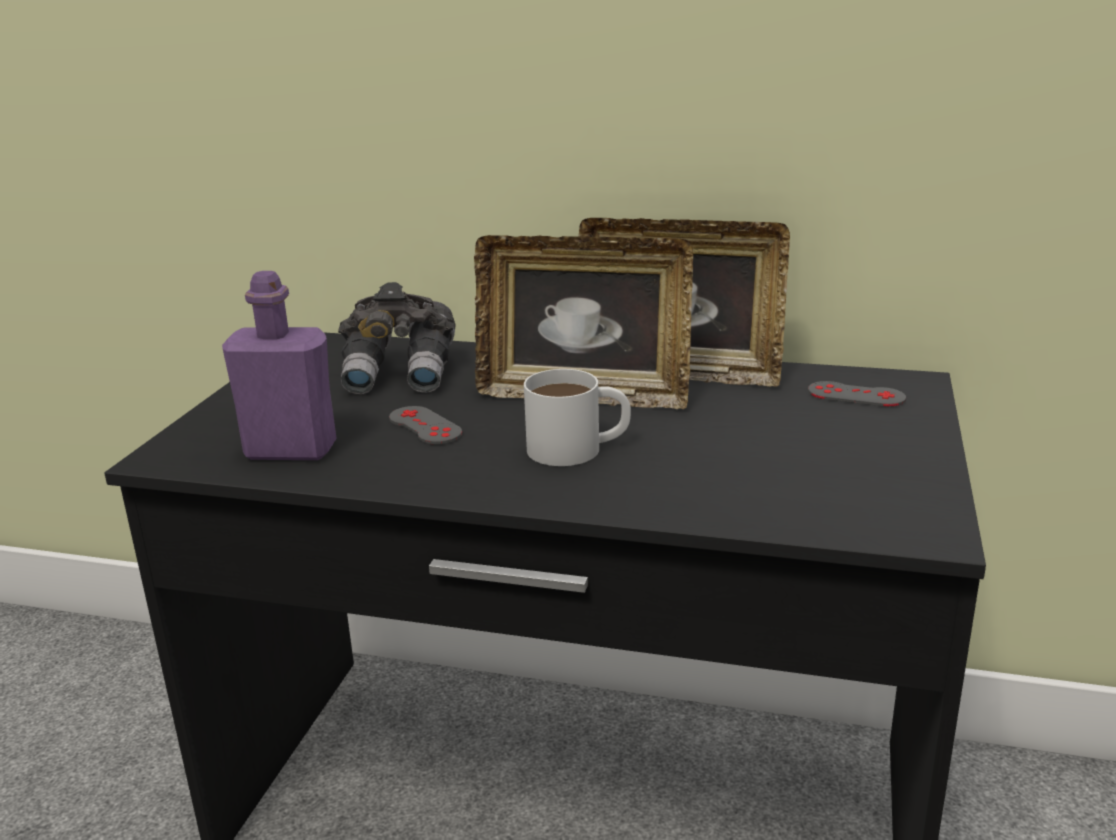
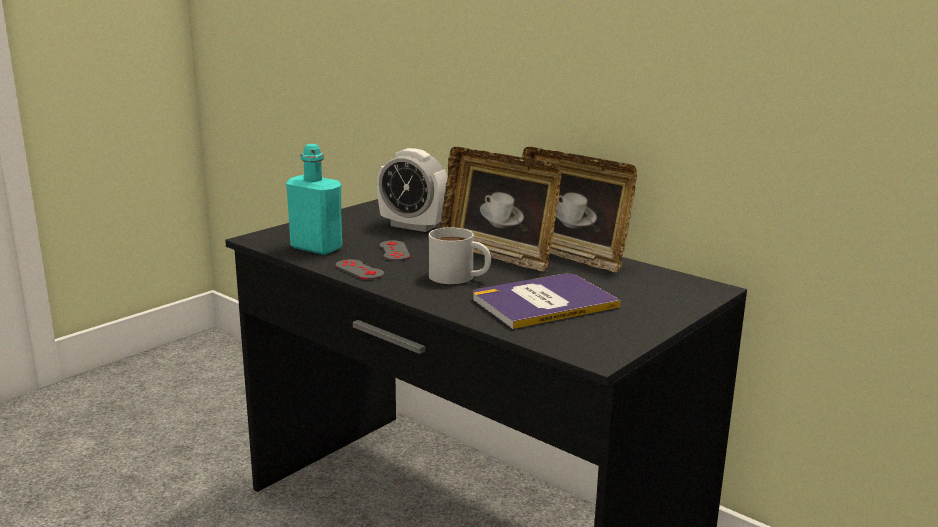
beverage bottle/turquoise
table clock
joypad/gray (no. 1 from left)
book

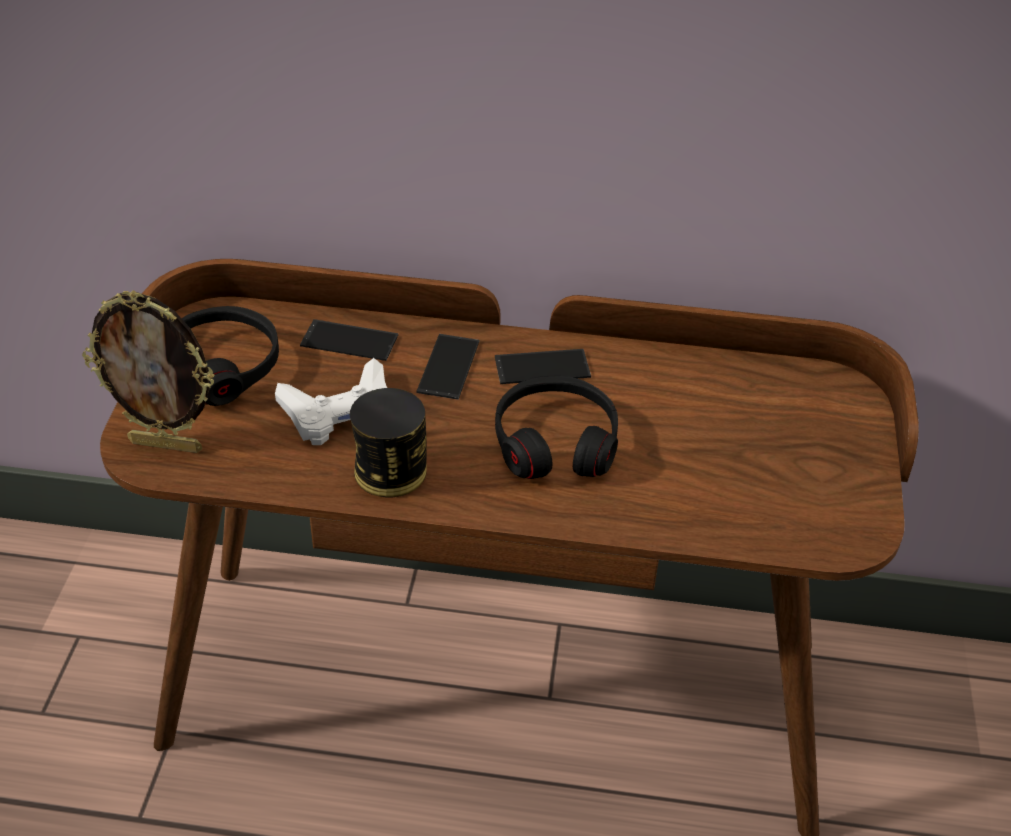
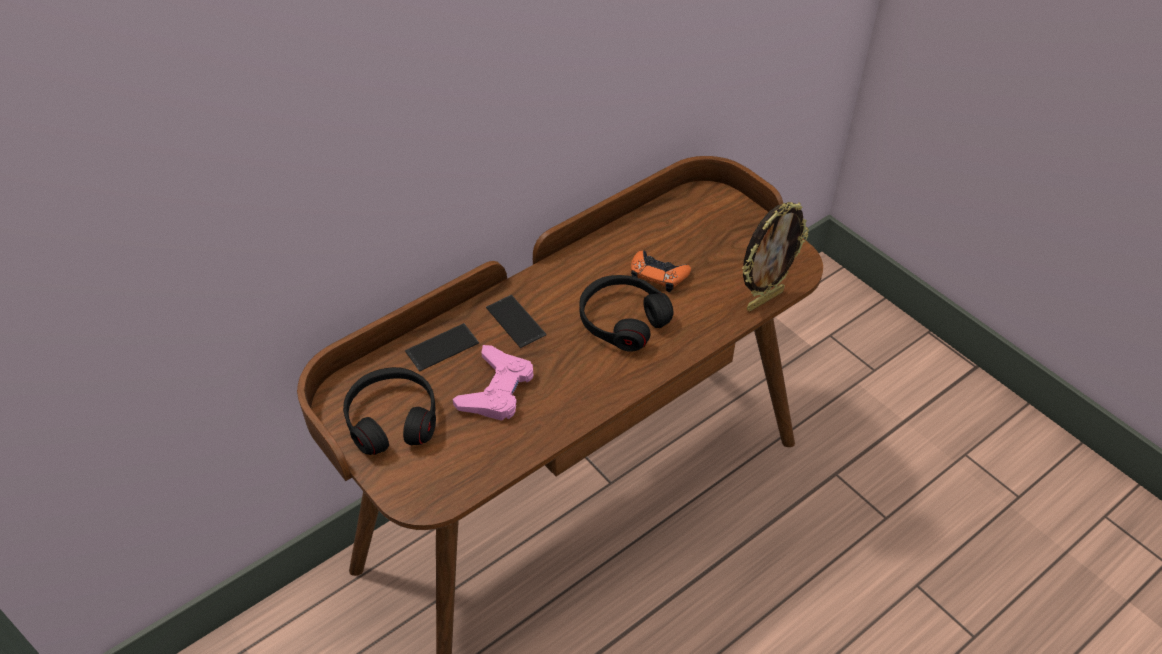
photo frame
joypad/pinkish
sealed can
handset (no. 3 from left in the first image)
joypad/orange

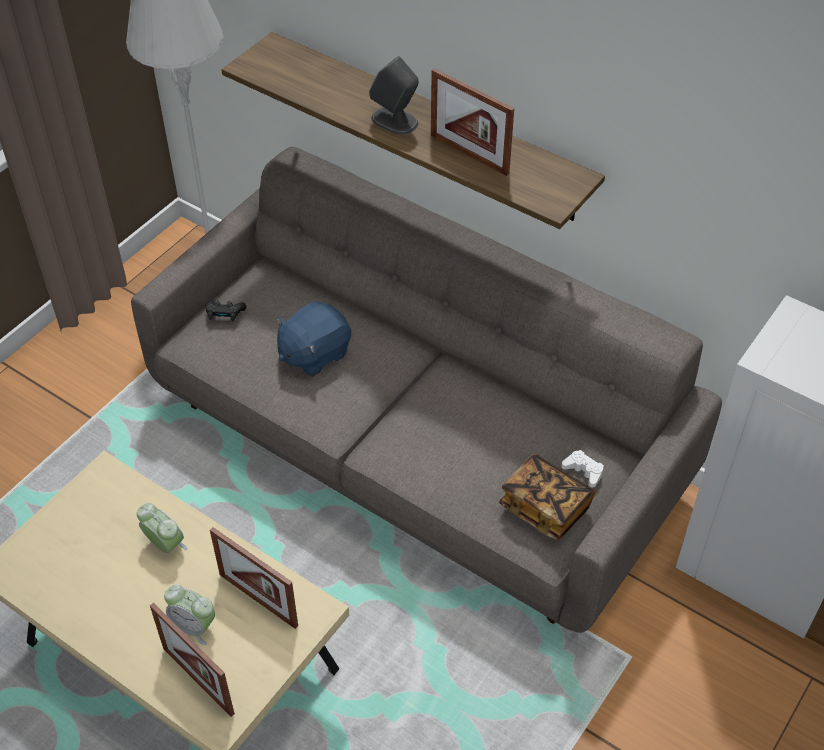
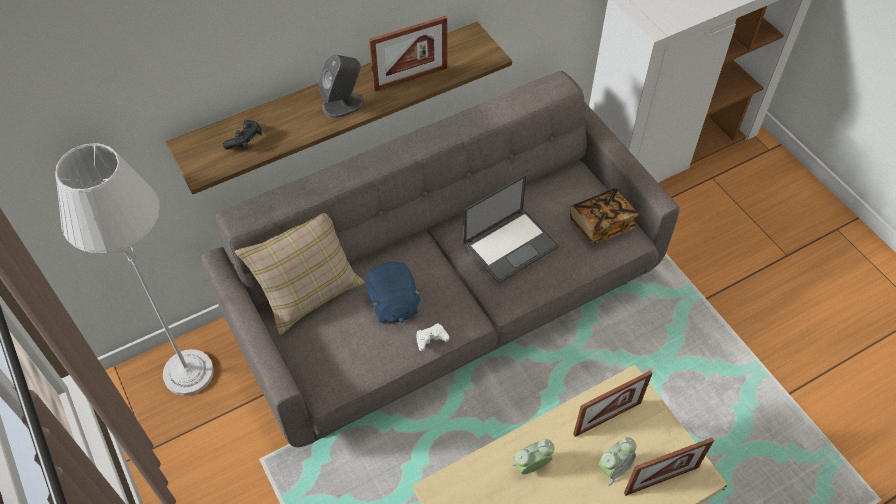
joypad/black-coloured
joypad/whitish
cushion/sand-coloured
portable computer

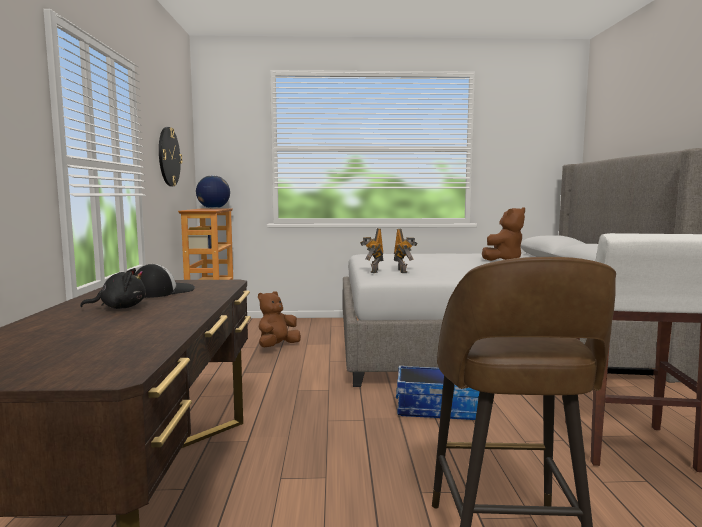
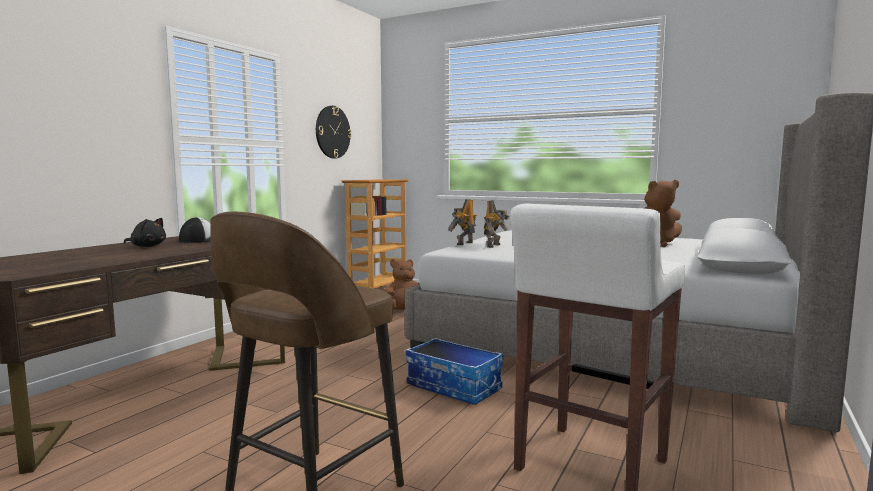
globe

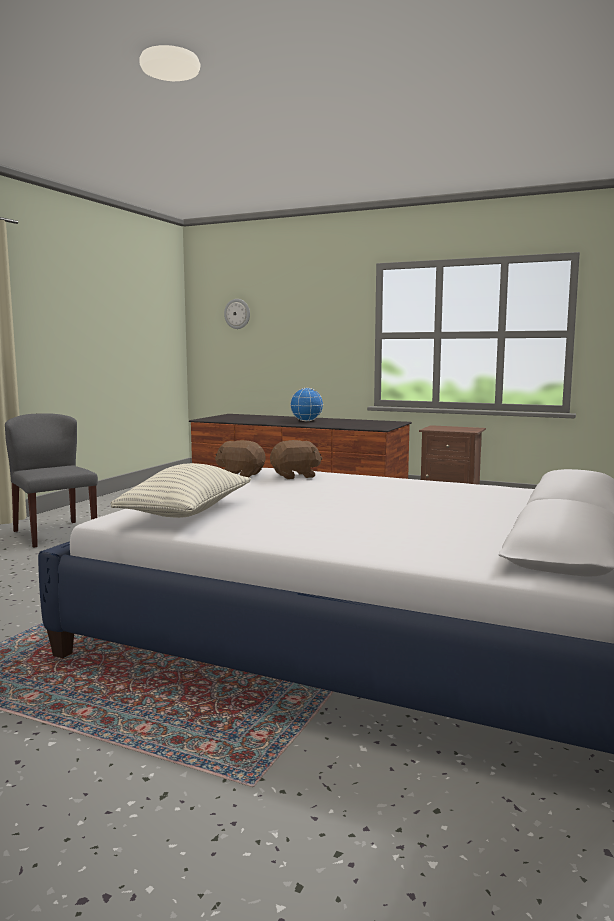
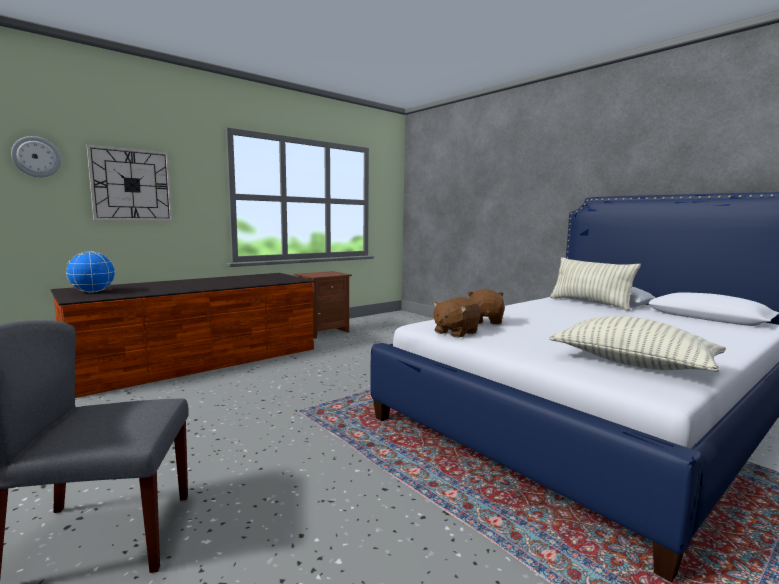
globe
wall clock (no. 2 from left)
cushion (no. 1 from left)

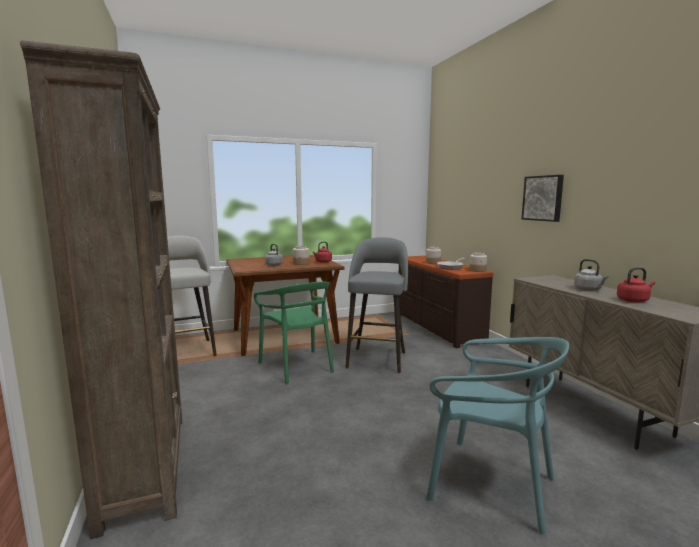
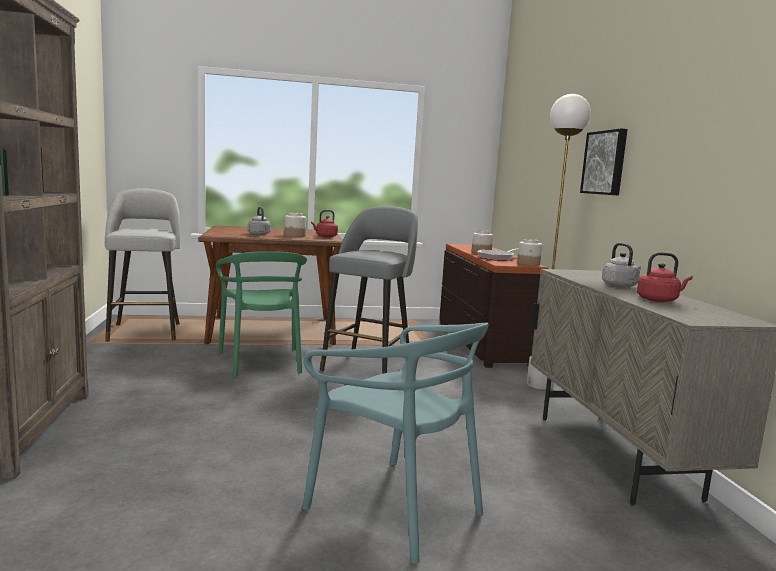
standing lamp/whitish

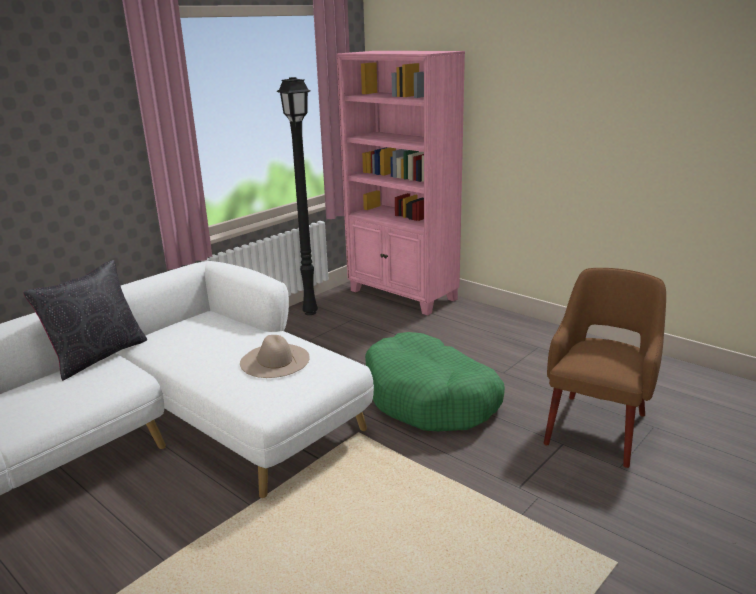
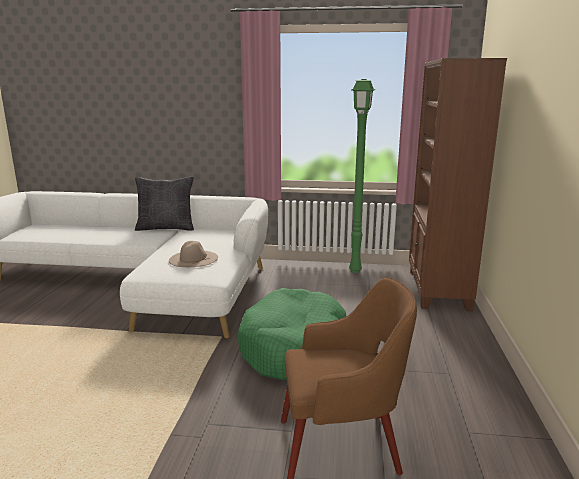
standing lamp/green
shelving unit/brown

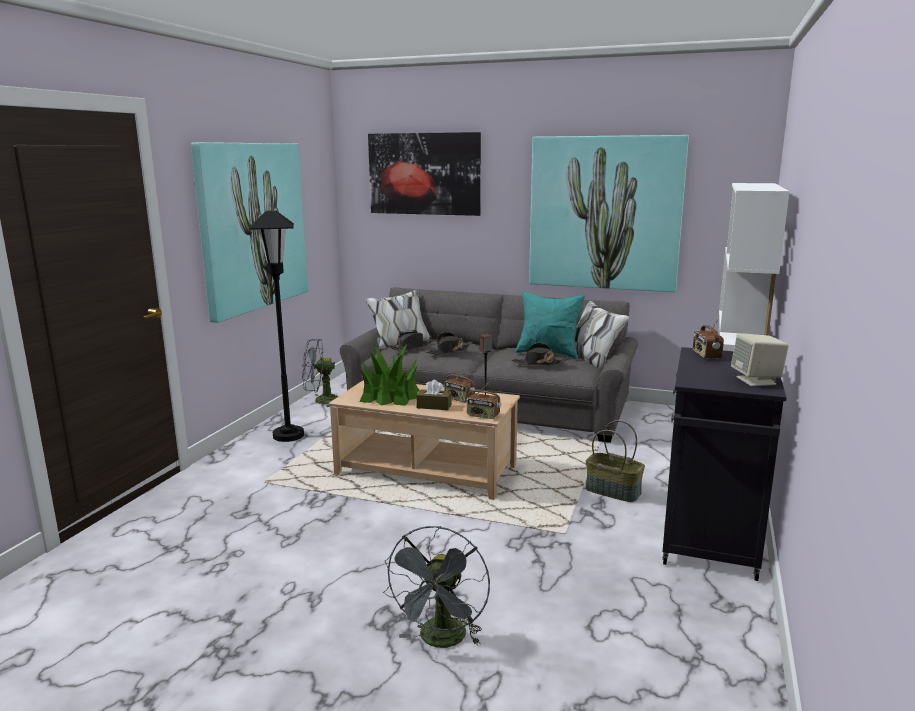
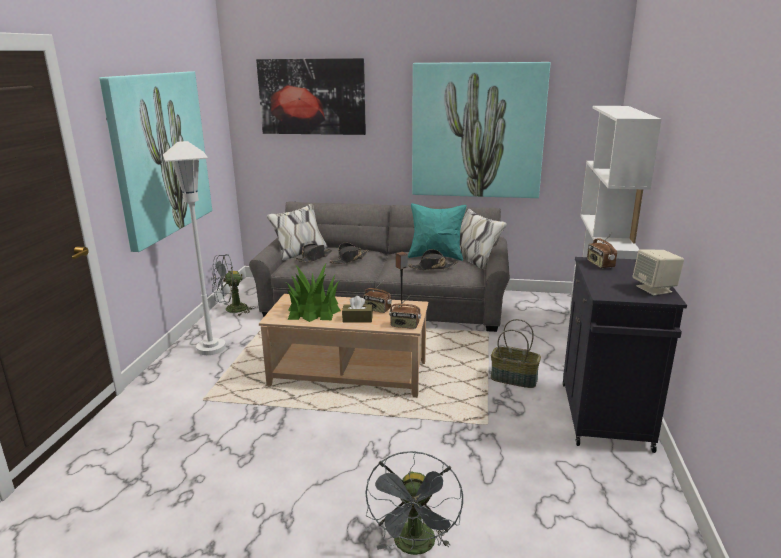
standing lamp/whitish

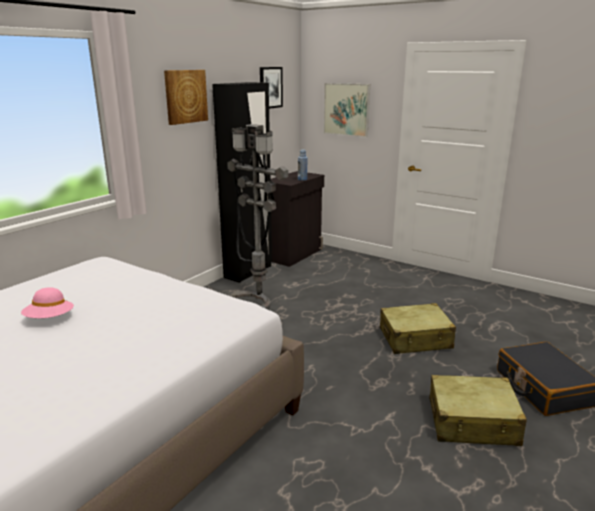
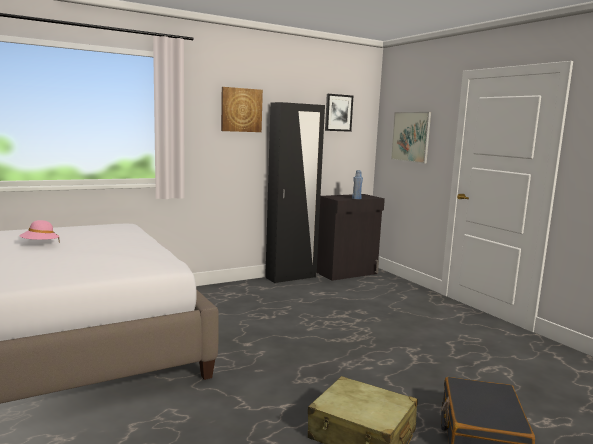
standing lamp/gray
travel case/sand-coloured (no. 1 from left in the first image)

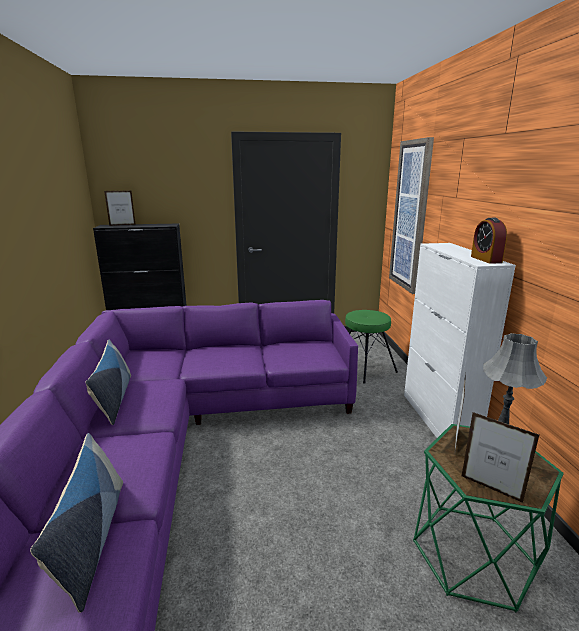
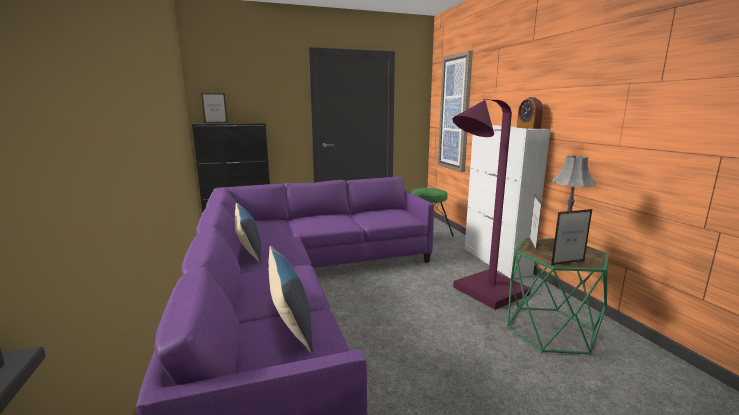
photo frame (no. 3 from left)
standing lamp/purplish

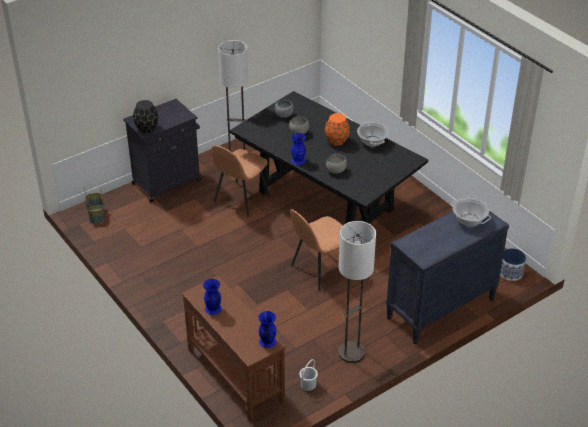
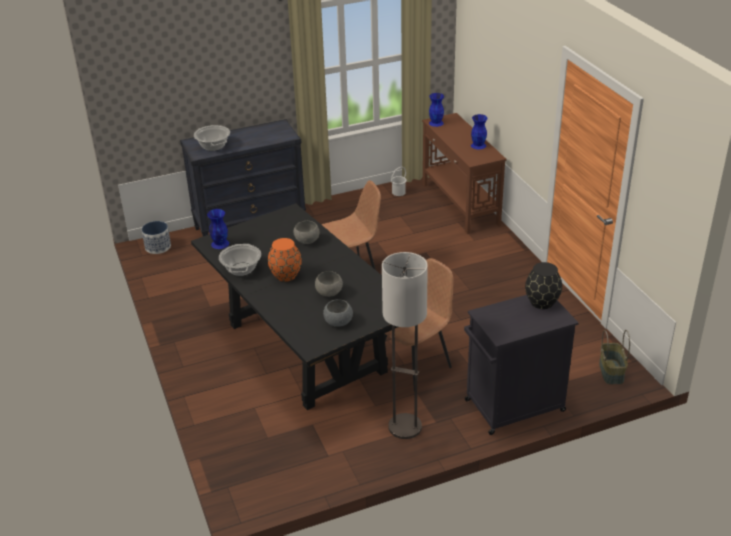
decorative vase/blue (no. 1 from left)
standing lamp (no. 2 from left in the first image)

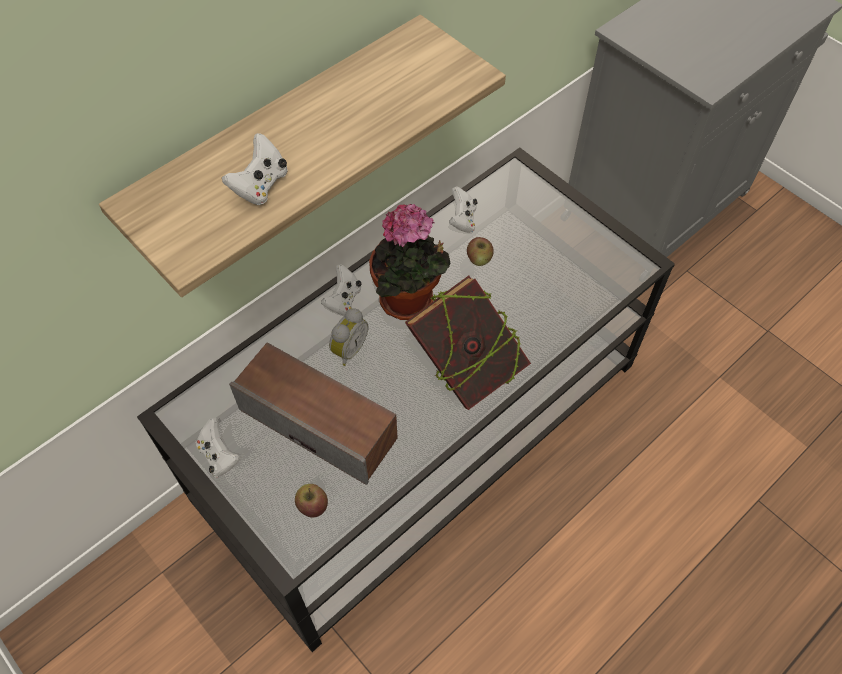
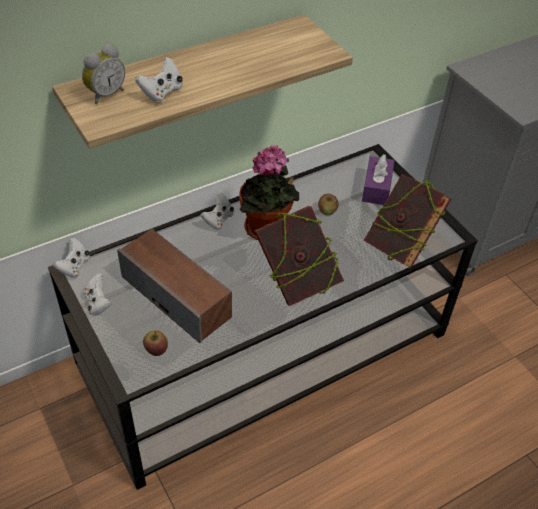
table clock
joypad/whitish (no. 1 from left)
box of tissues/purplish
book (no. 2 from left)

